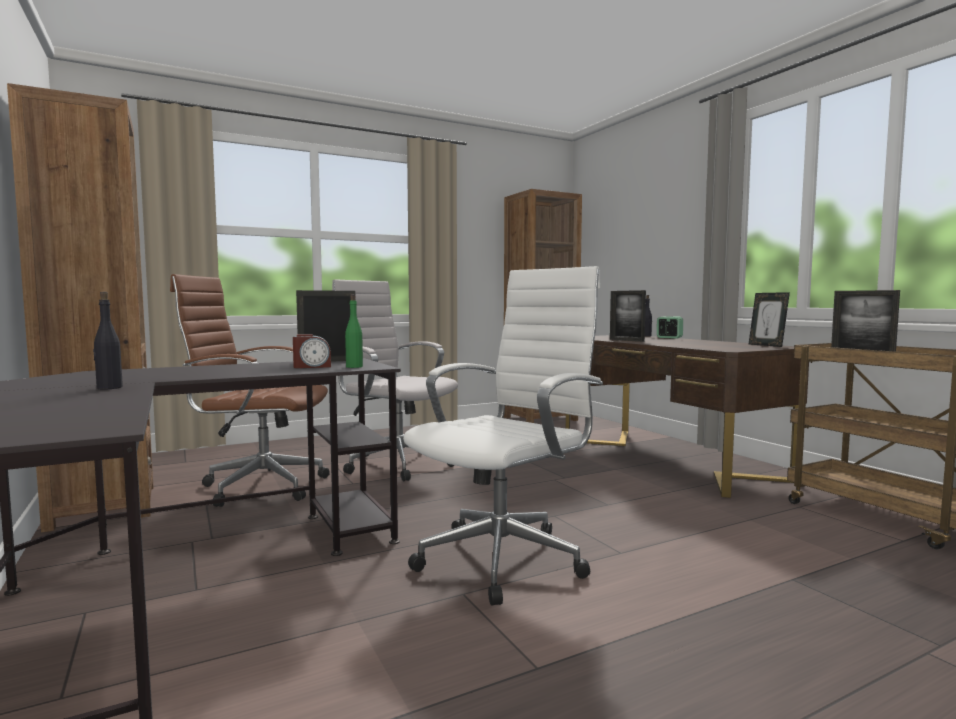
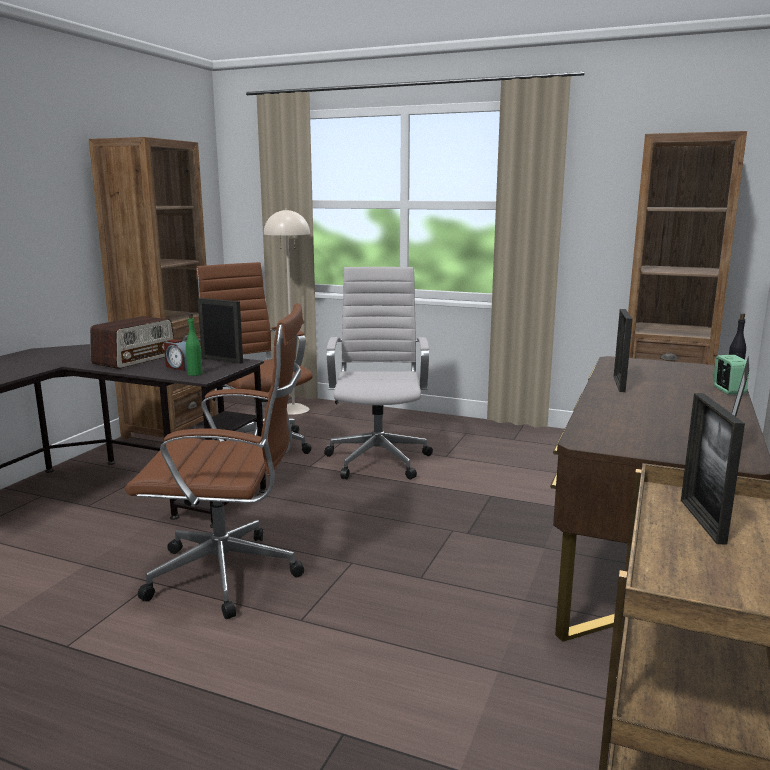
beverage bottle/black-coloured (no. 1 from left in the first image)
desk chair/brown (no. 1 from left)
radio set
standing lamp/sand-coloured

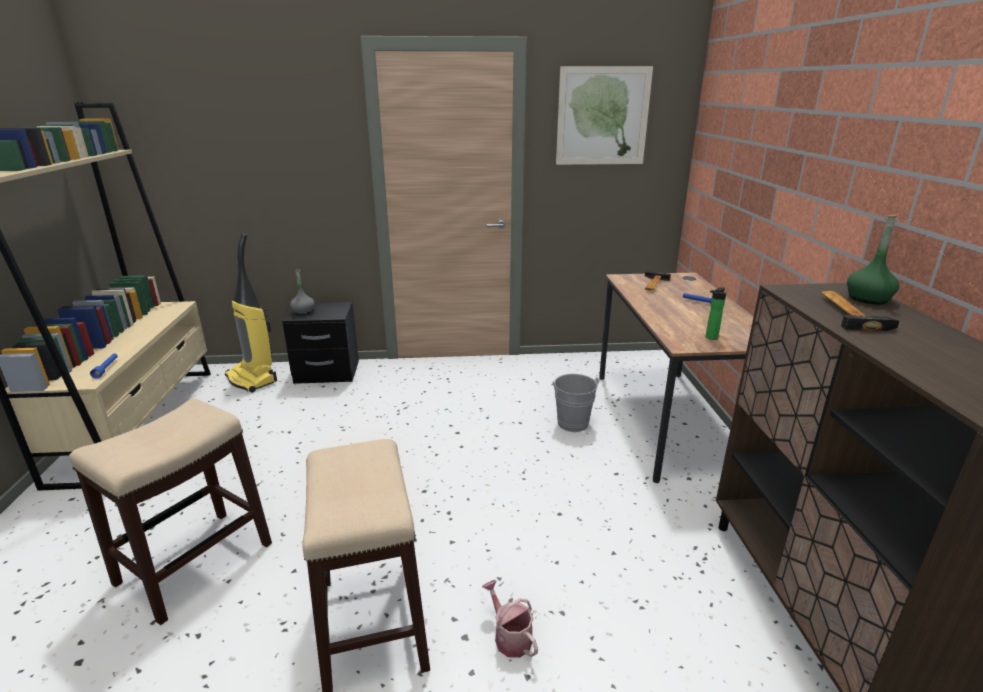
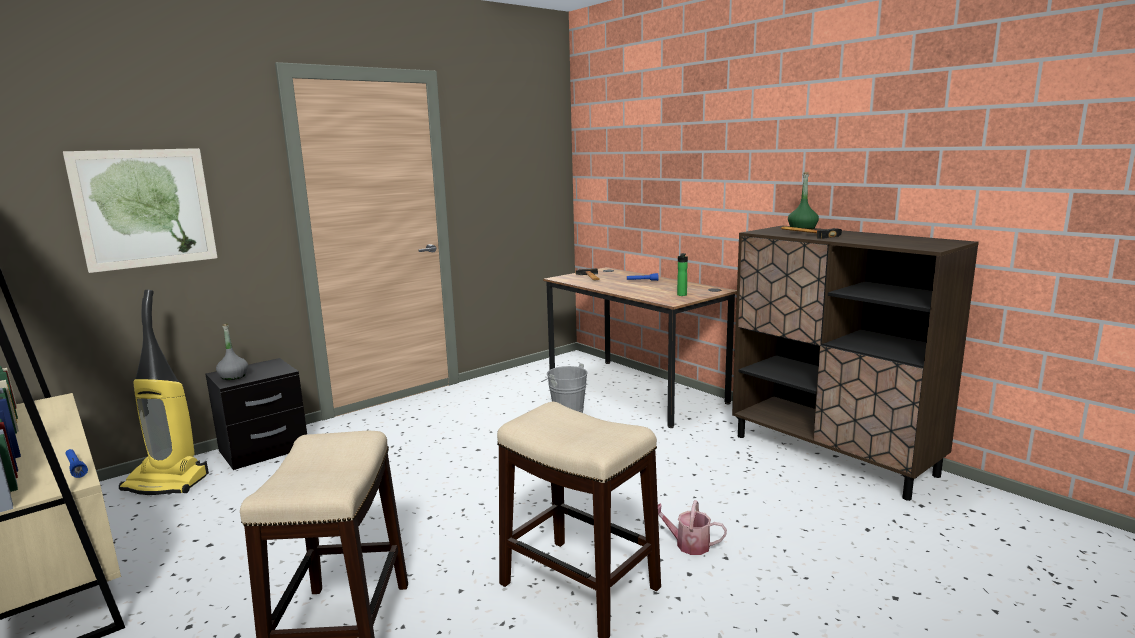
wall art

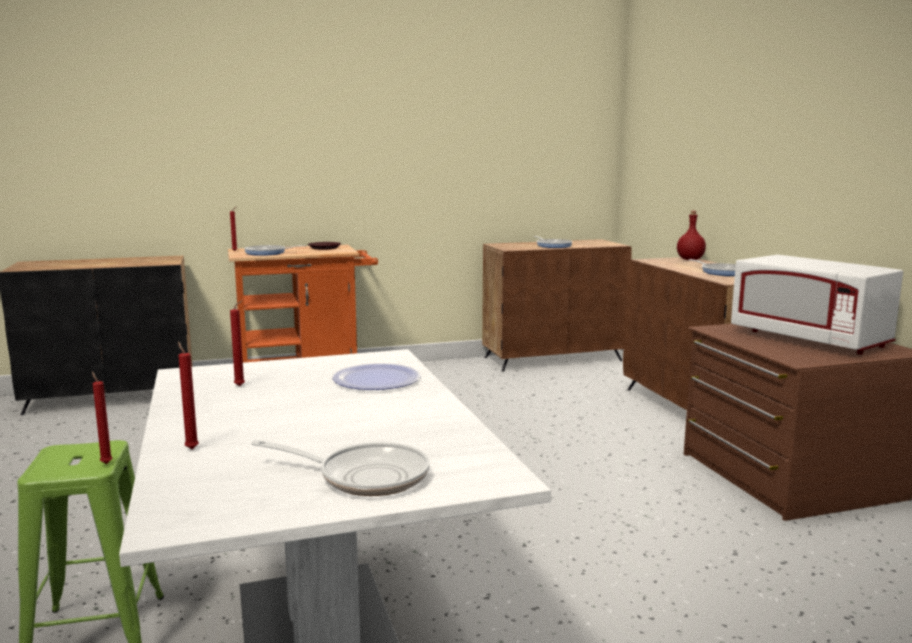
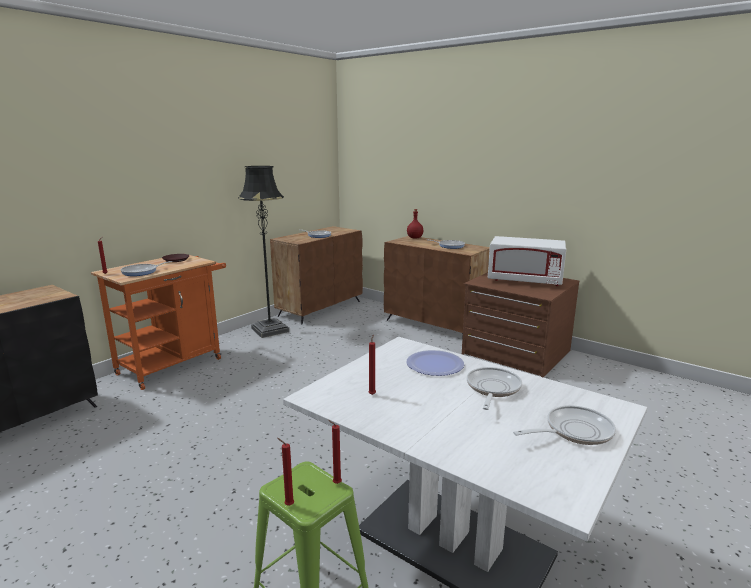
wax candle/red (no. 2 from left)
standing lamp/black-coloured
pan (no. 4 from left)

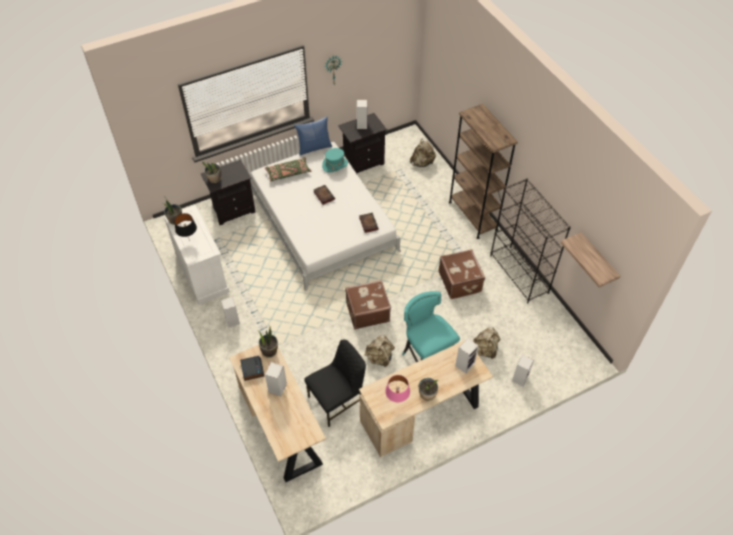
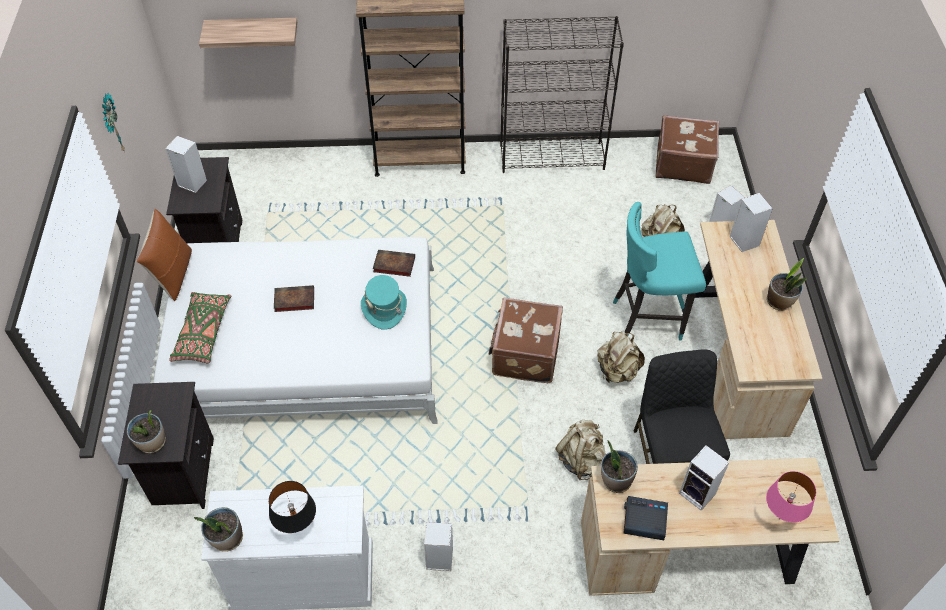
cushion/brown
clothing hat/turquoise
tabletop lamp/pinkish
backpack/sand-coloured (no. 1 from left)
travel case/brown (no. 2 from left)
shelf

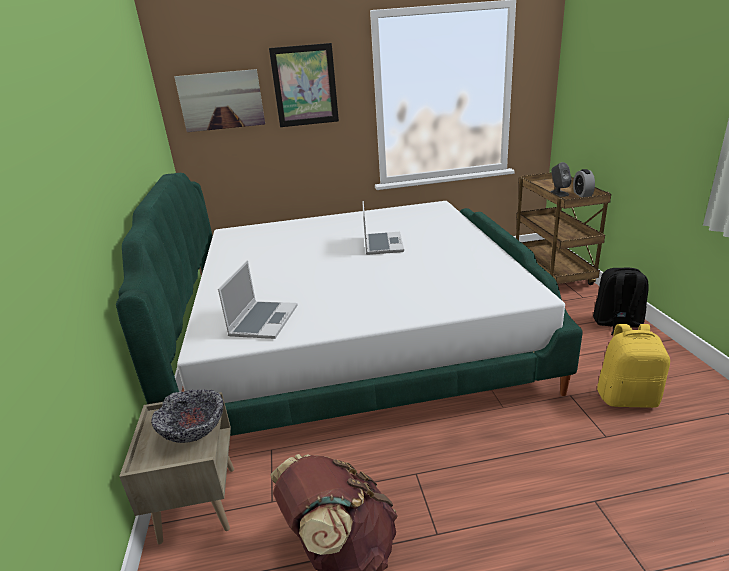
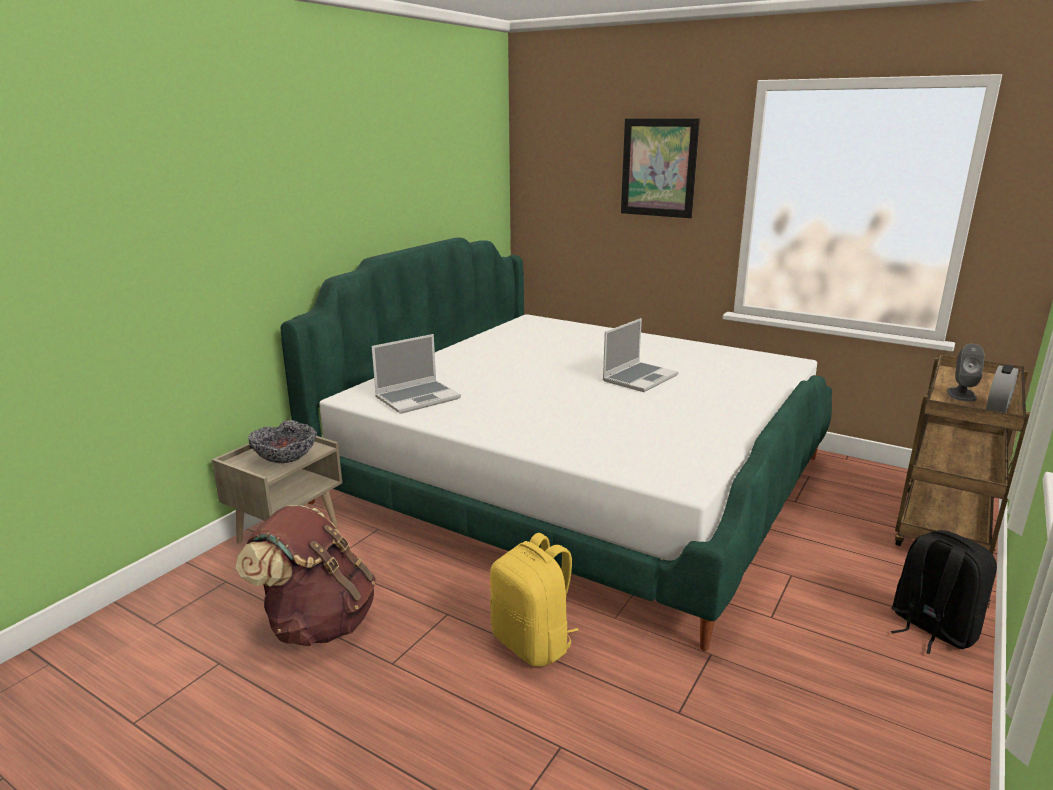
wall art (no. 1 from left in the first image)
backpack/yellow-coloured

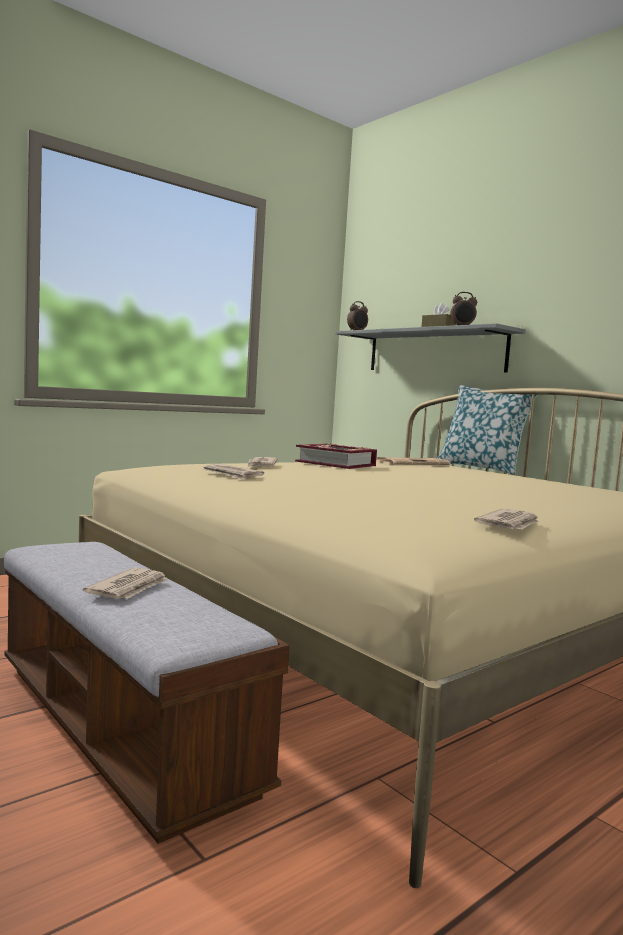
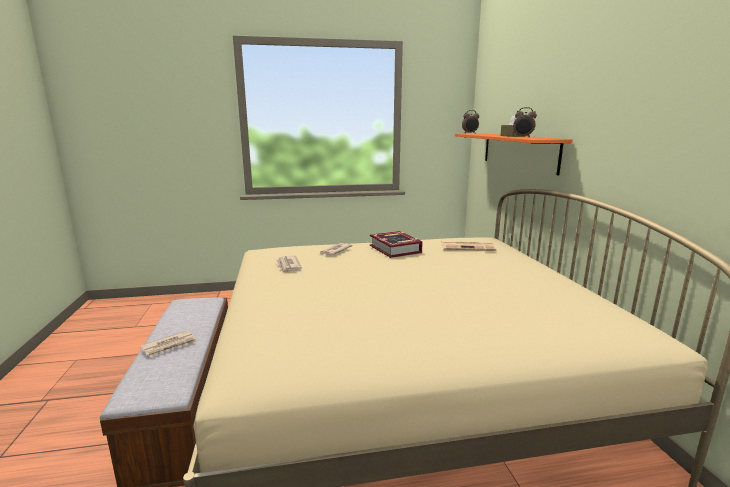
shelf/orange
cushion
daily paper (no. 5 from left in the first image)

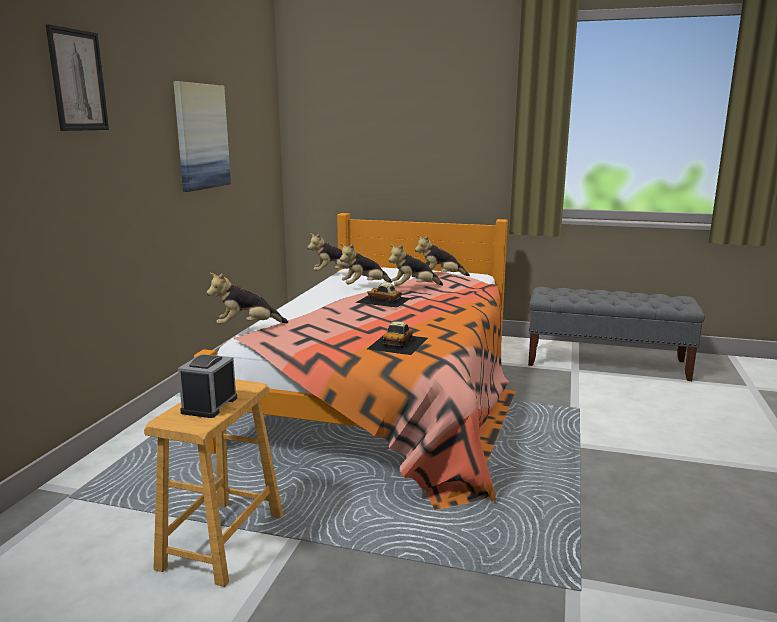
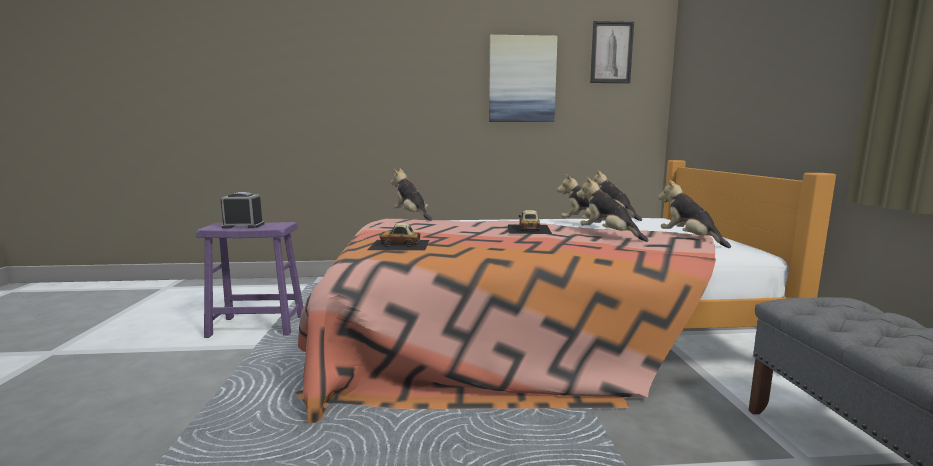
wall art (no. 2 from left)
stool/purplish

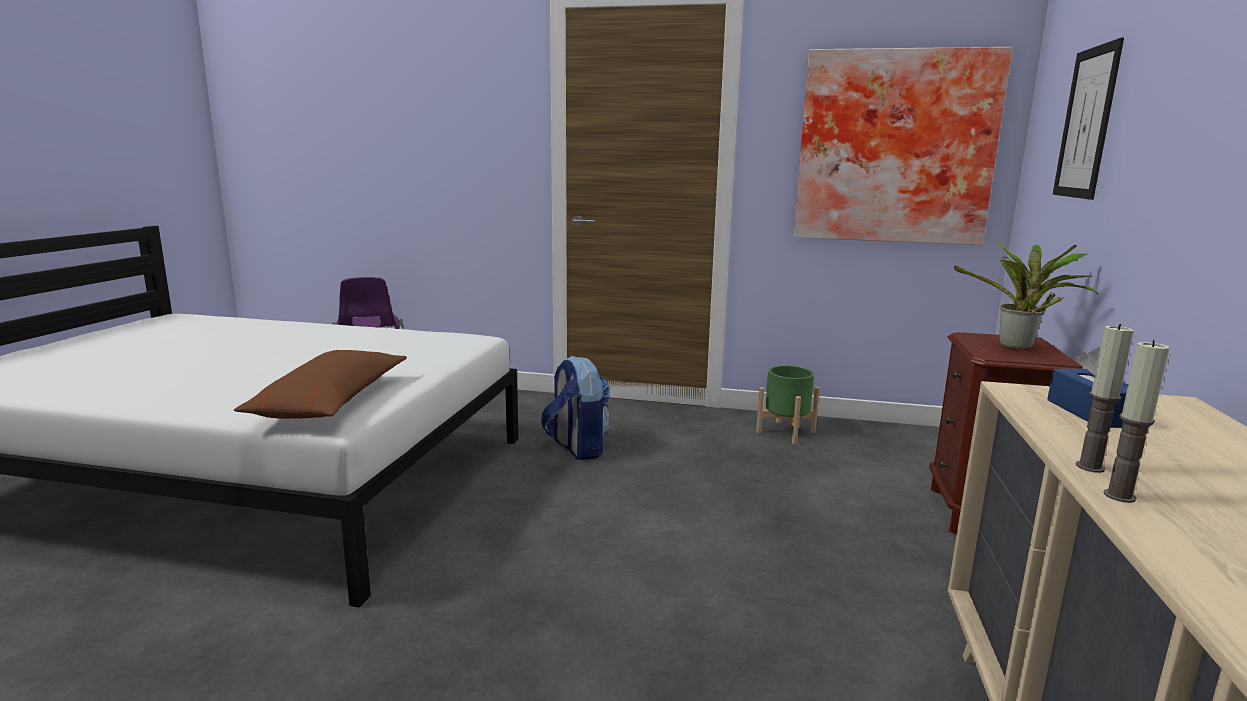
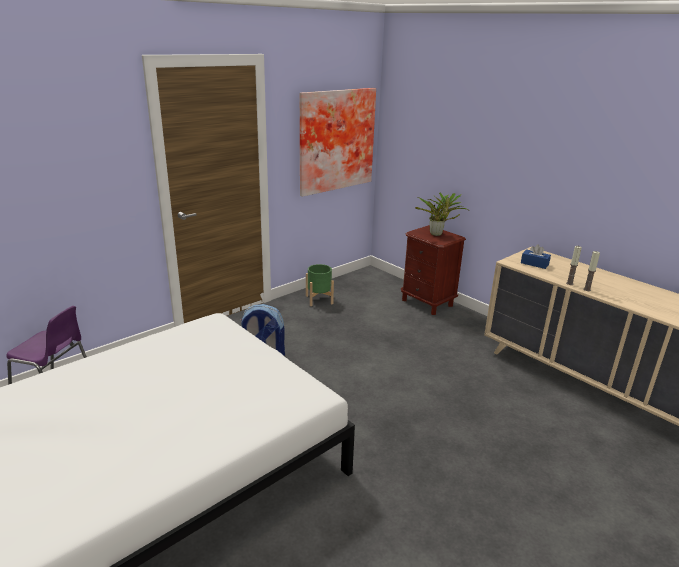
cushion/brown
wall art (no. 2 from left in the first image)

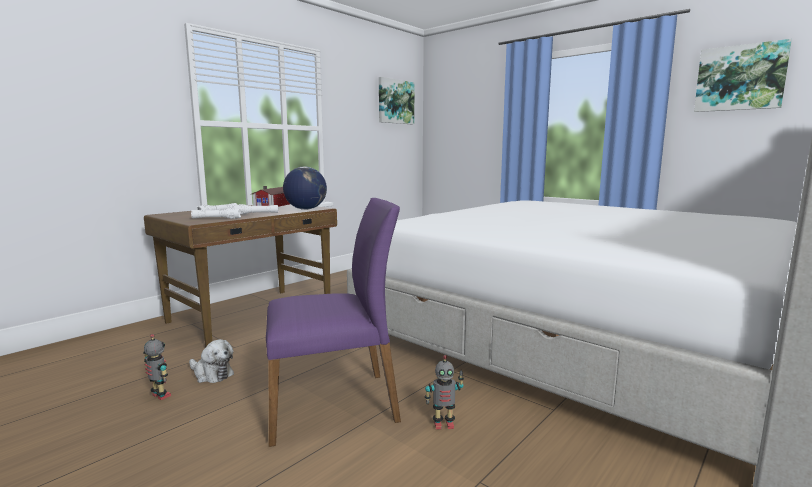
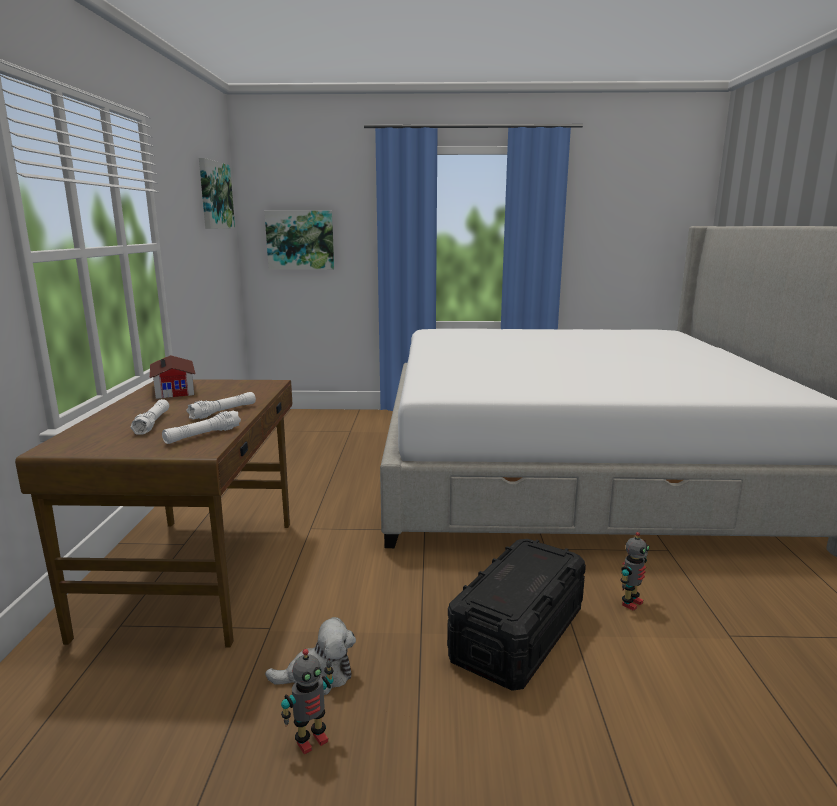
robot figure (no. 1 from left)
storage box/black-coloured
globe
wall art (no. 2 from left)

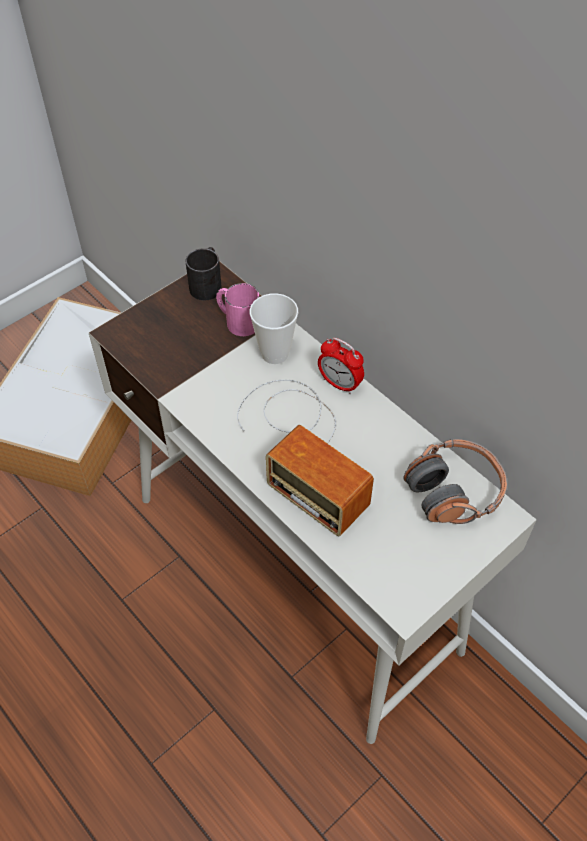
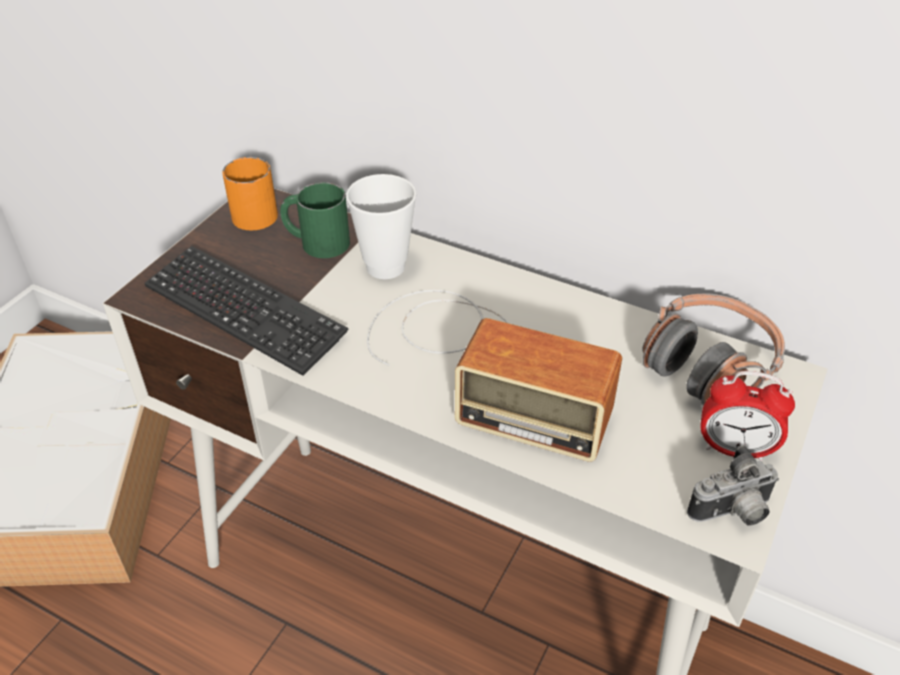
mug/orange
mug/green
table clock
computer keyboard
photo camera

